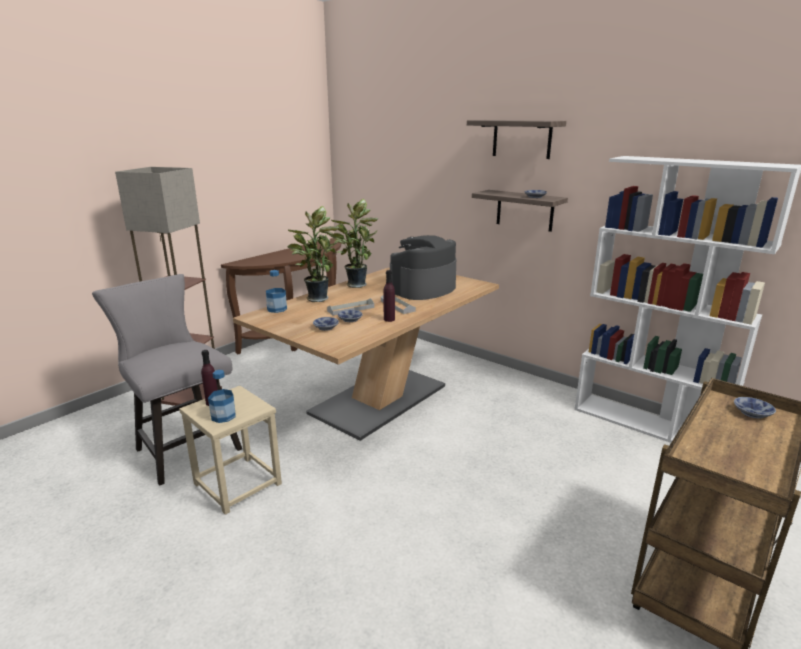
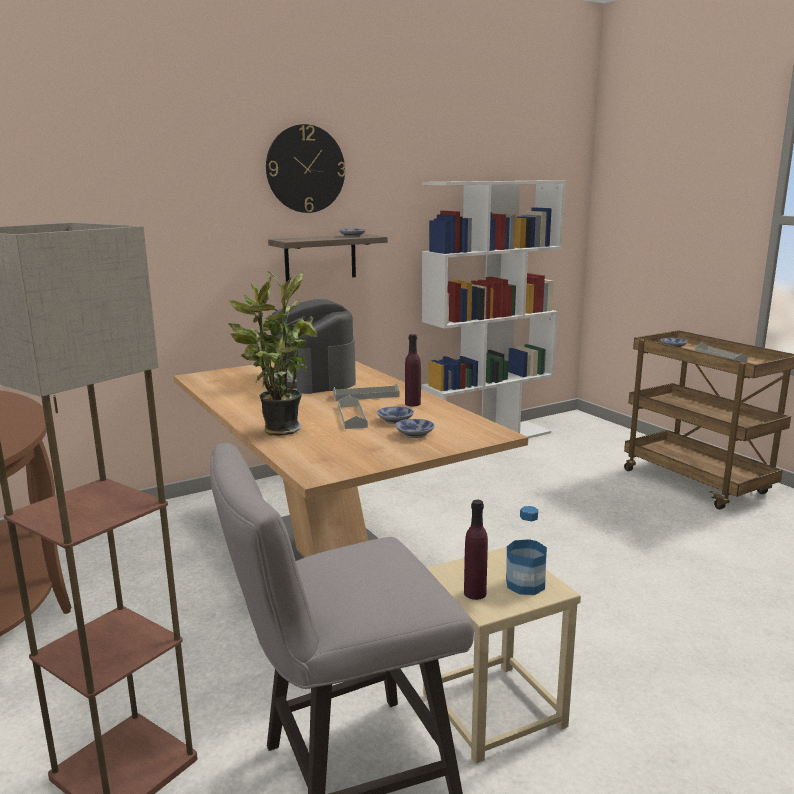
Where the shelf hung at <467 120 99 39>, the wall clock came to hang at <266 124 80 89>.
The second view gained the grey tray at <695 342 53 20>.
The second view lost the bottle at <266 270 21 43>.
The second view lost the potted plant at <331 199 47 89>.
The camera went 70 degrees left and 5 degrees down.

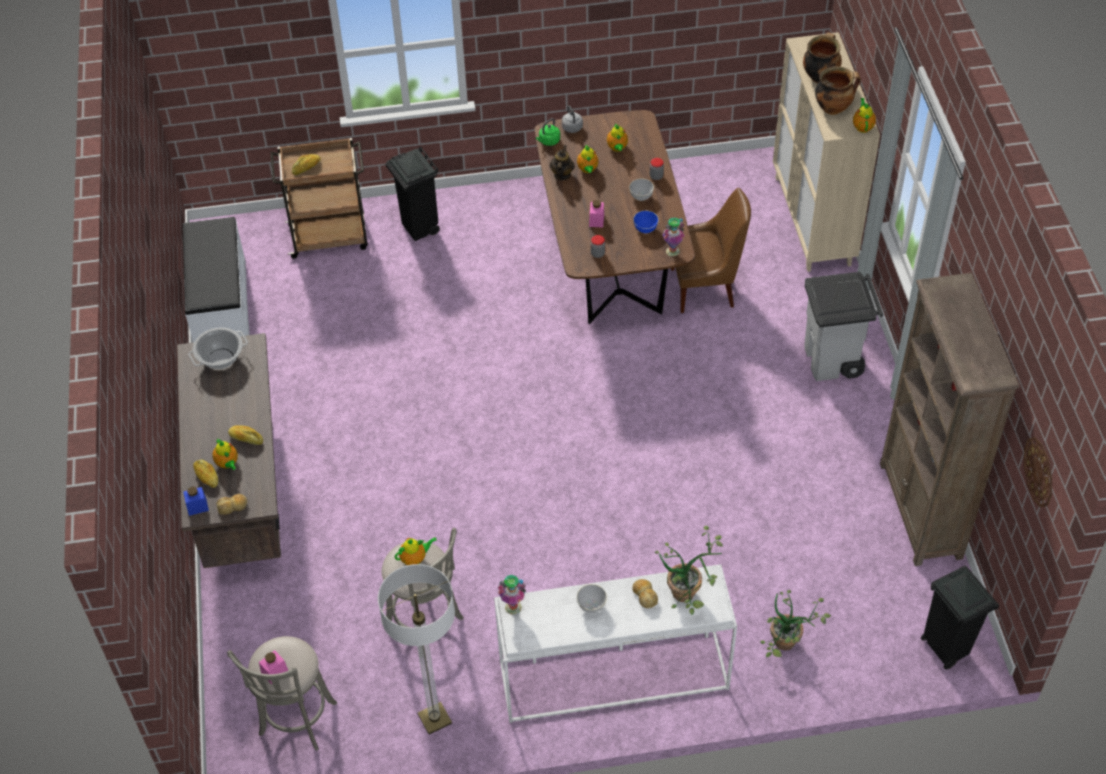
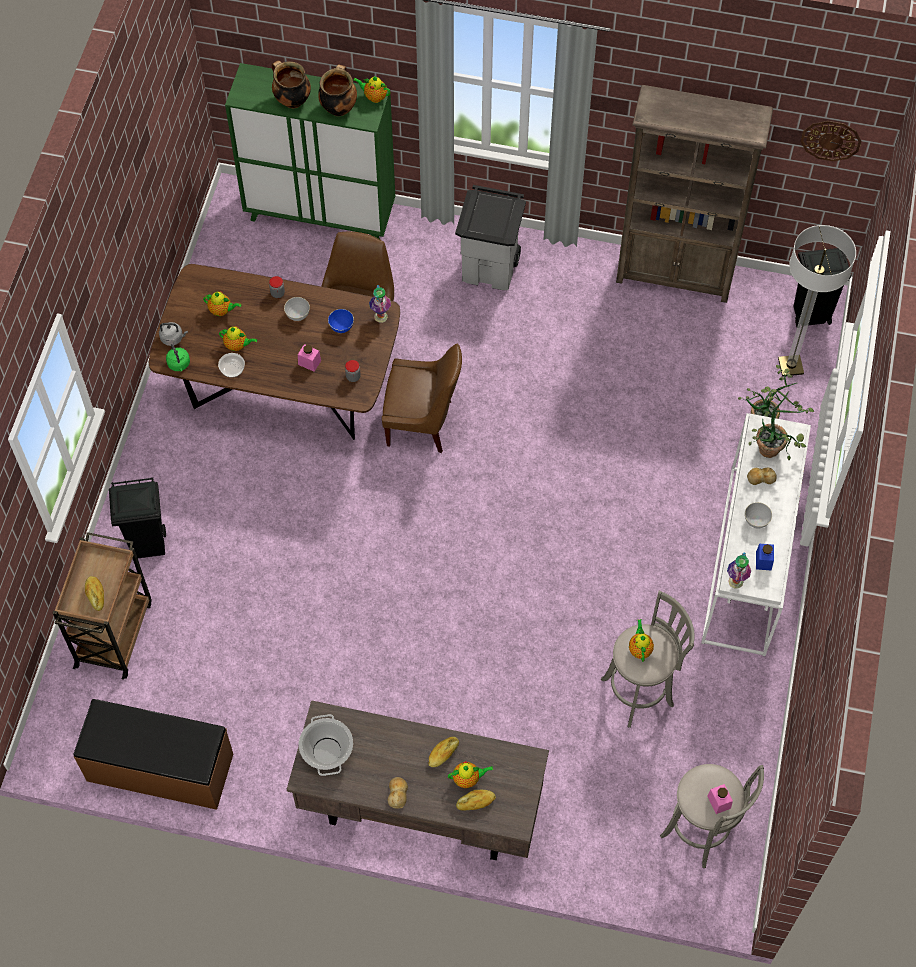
What was the white bench at <182 217 68 125> turned into the brown bench at <73 699 160 111>.
Where the teapot stood at <550 145 25 35>, the bowl came to stand at <218 353 27 25>.
What was the beige cabinet at <773 32 107 240> turned into the green cabinet at <225 63 170 176>.
The second view gained the brown chair at <382 344 80 109>.
The bread ended up elsewhere, having gone from <216 494 32 21> to <388 777 20 32>.
The blue jar ended up elsewhere, having gone from <183 487 26 29> to <756 544 18 27>.
The floor lamp ended up elsewhere, having gone from <378 564 77 170> to <778 225 78 152>.
The camera went 70 degrees left and 10 degrees up.

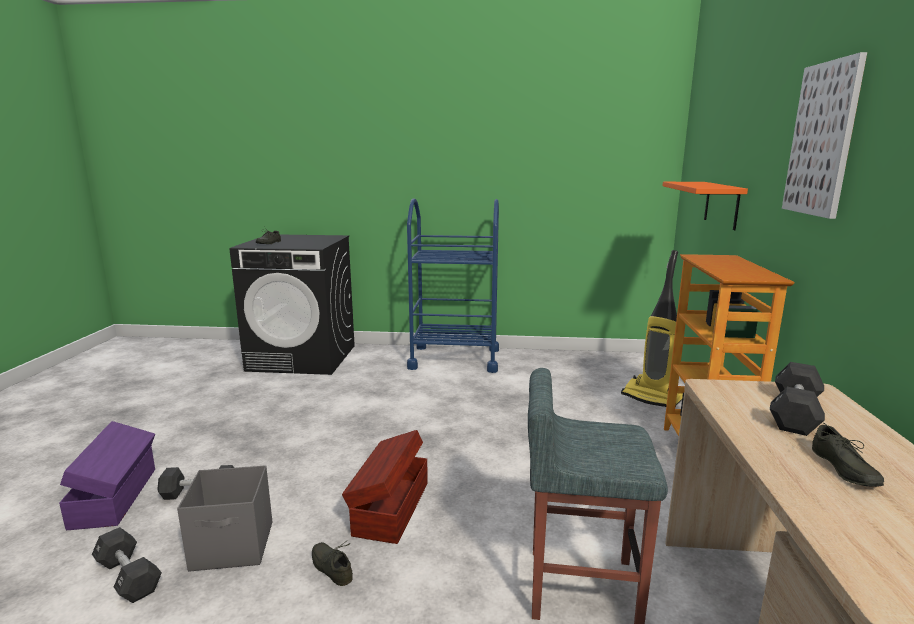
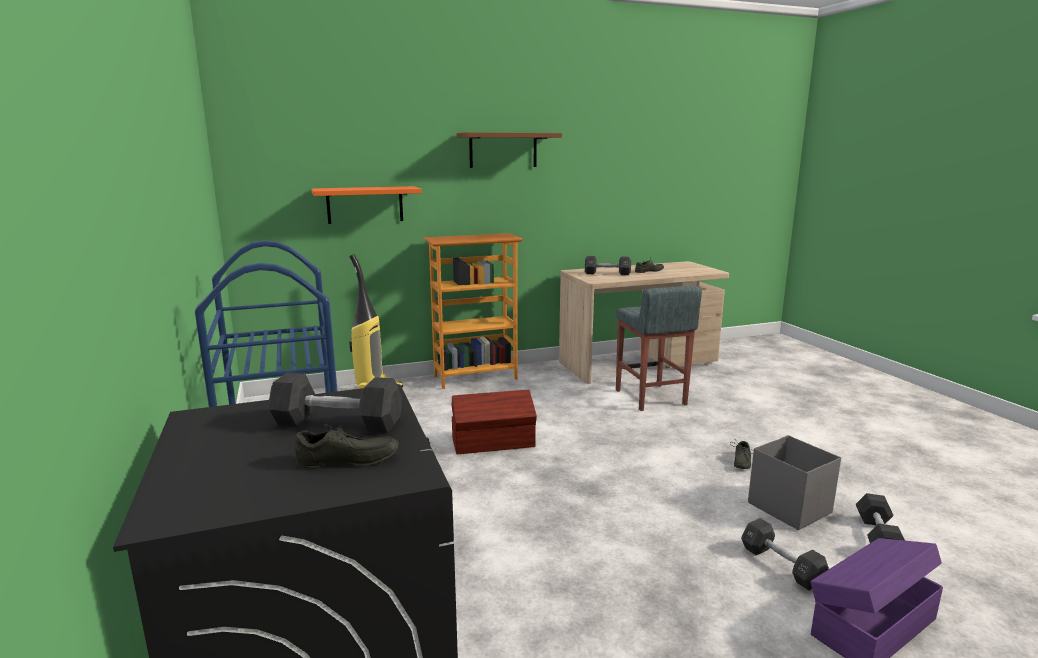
The second view gained the black dumbbell at <268 373 134 60>.
The brown storage box ended up elsewhere, having gone from <342 430 86 114> to <451 390 86 64>.
Where the picture hung at <782 52 85 167>, the brown shelf came to hang at <457 132 105 36>.
The camera went 115 degrees left and 0 degrees up.

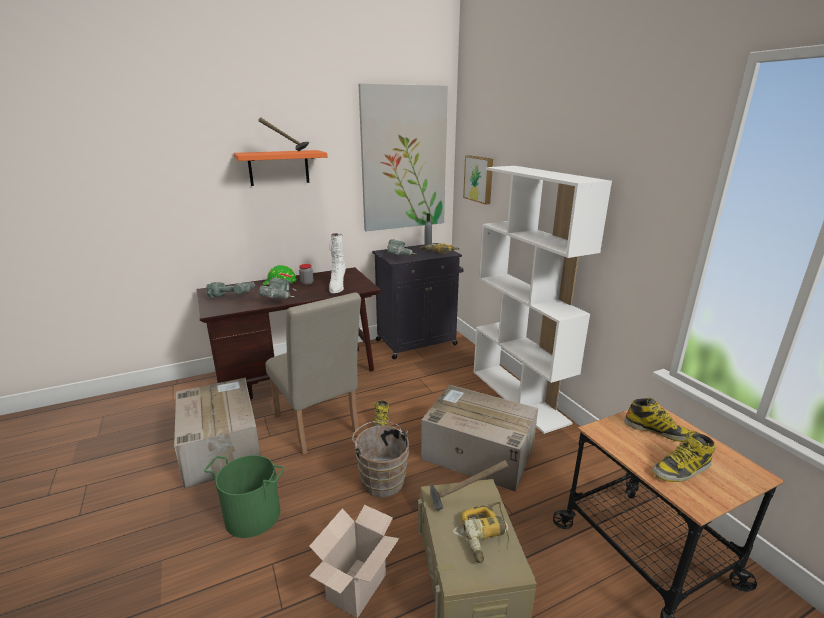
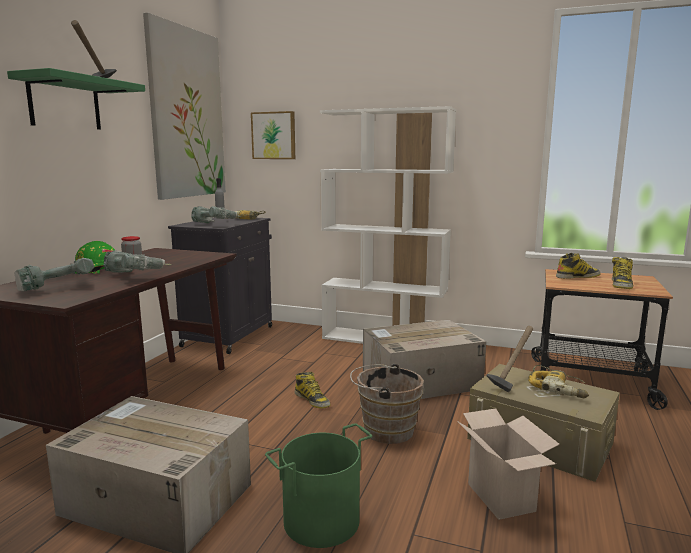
What was the orange shelf at <234 150 93 36> turned into the green shelf at <7 68 138 61>.
The second view lost the beige chair at <265 292 96 163>.
The second view lost the white boot at <329 233 17 61>.
The camera went 45 degrees left and 10 degrees down.

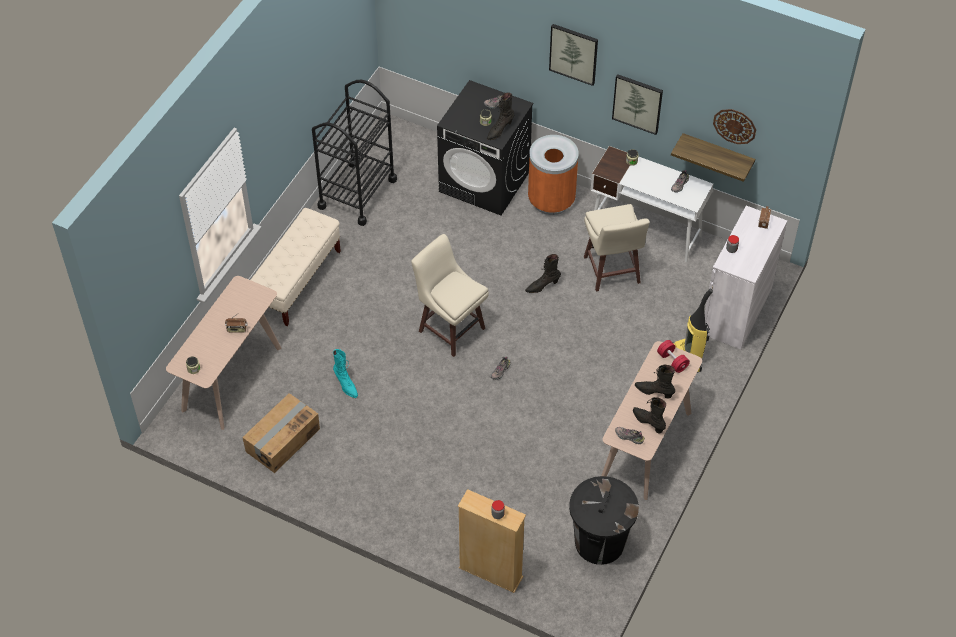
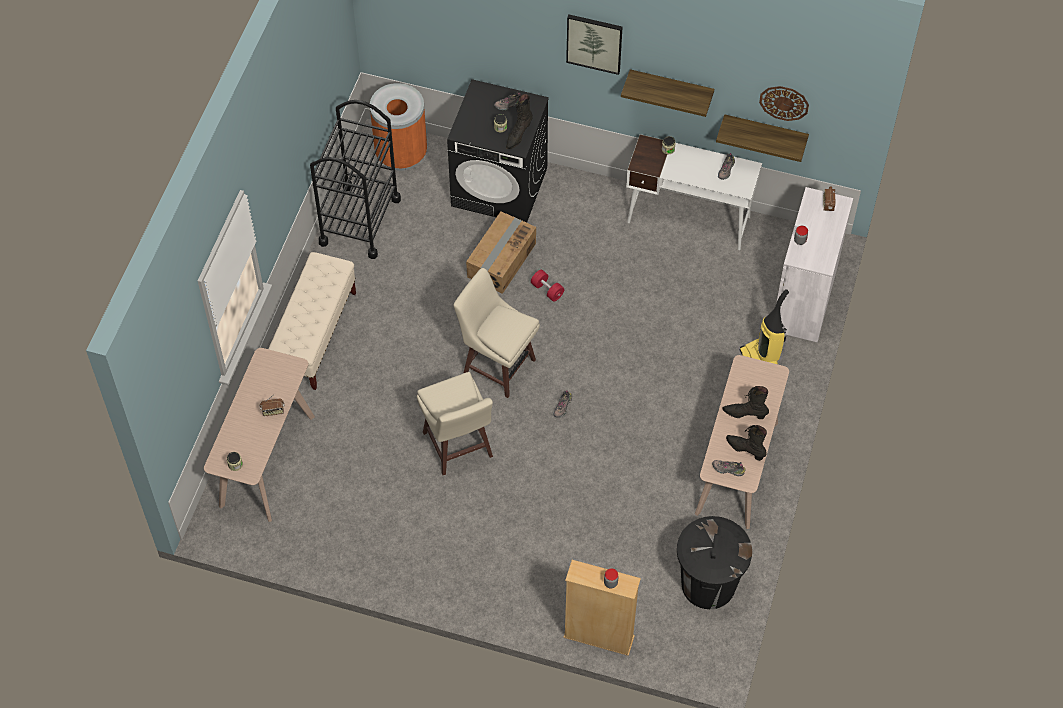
The orange trash can ended up elsewhere, having gone from <528 135 51 80> to <370 83 57 88>.
The beige stool ended up elsewhere, having gone from <584 204 66 87> to <417 372 76 103>.
The cardboard box ended up elsewhere, having gone from <242 393 78 80> to <466 212 70 82>.
The red dumbbell ended up elsewhere, having gone from <657 340 33 33> to <531 270 34 32>.
Where the picture hung at <612 74 51 61>, the shelf came to hang at <621 69 93 48>.
The second view lost the turquoise boot at <333 349 25 49>.
The second view lost the black boot at <525 254 36 39>.
The camera went 10 degrees left and 5 degrees up.

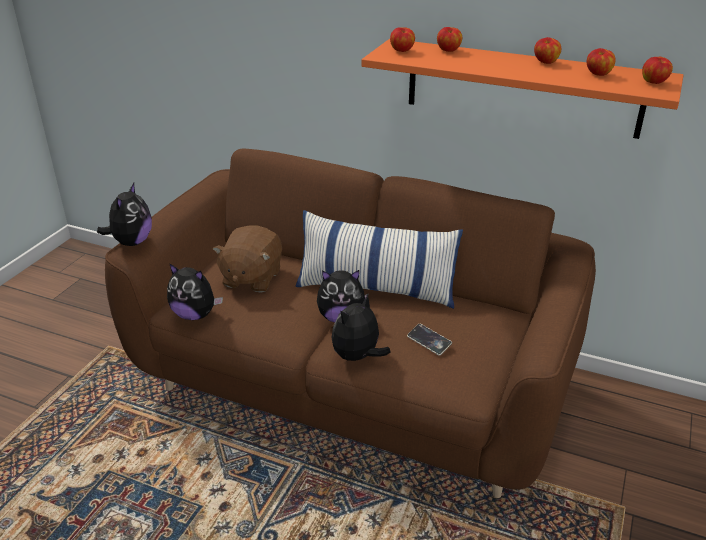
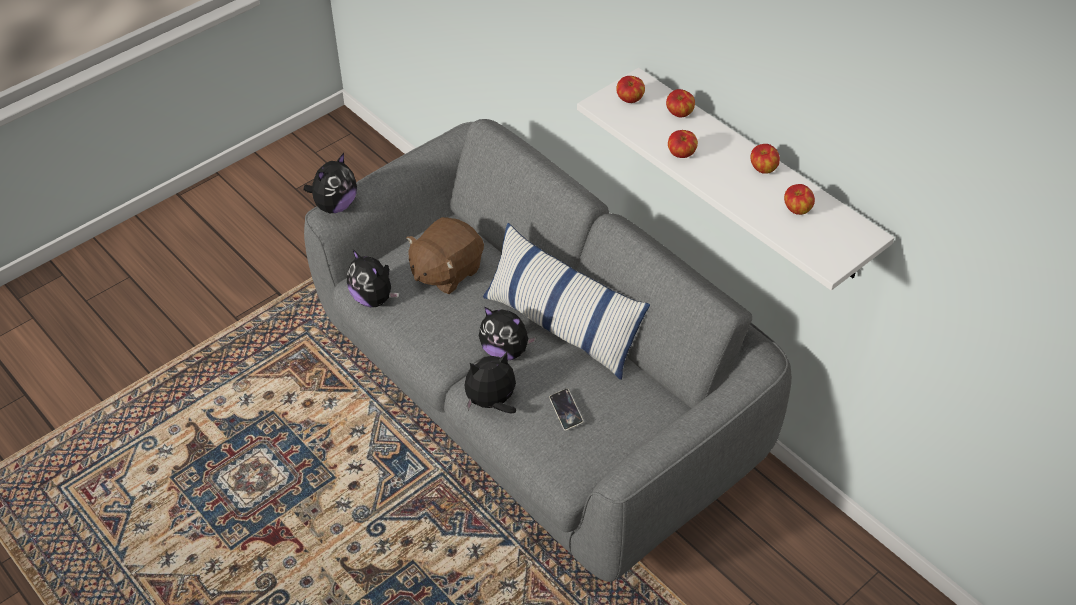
What was the brown sofa at <105 149 491 349> turned into the grey sofa at <304 119 488 463>.
What was the orange shelf at <361 39 323 100> turned into the white shelf at <577 68 317 222>.
The apple ended up elsewhere, having gone from <642 57 31 27> to <668 130 30 28>.
The camera went 25 degrees right and 15 degrees up.

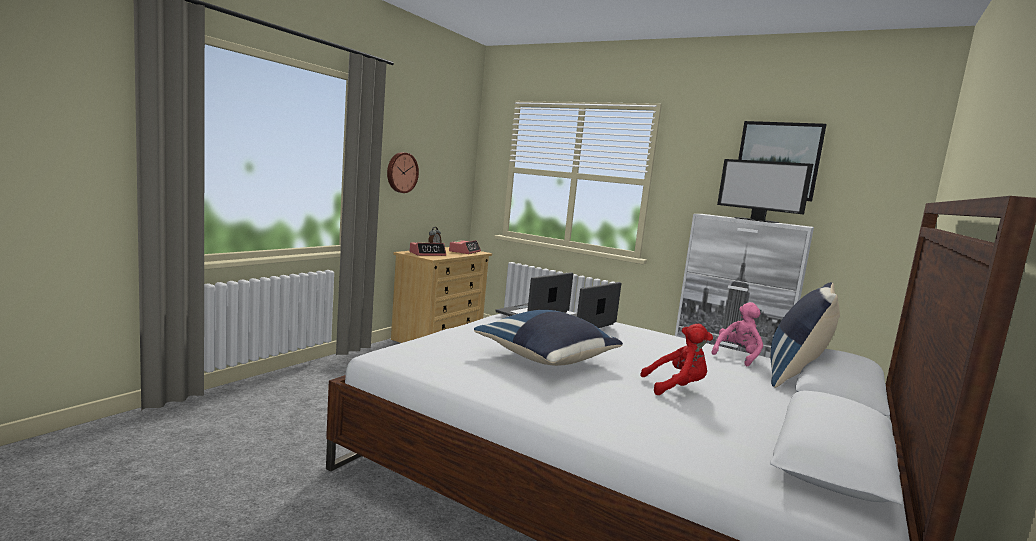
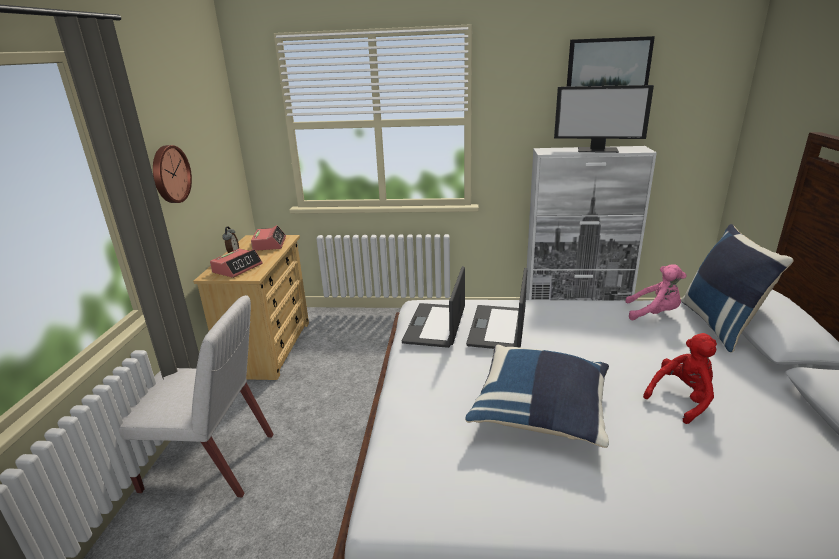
The second view gained the white chair at <119 295 155 203>.
The pink plush toy at <711 302 52 64> ended up facing another way, 90 degrees clockwise from before.
The camera went 25 degrees left and 15 degrees up.

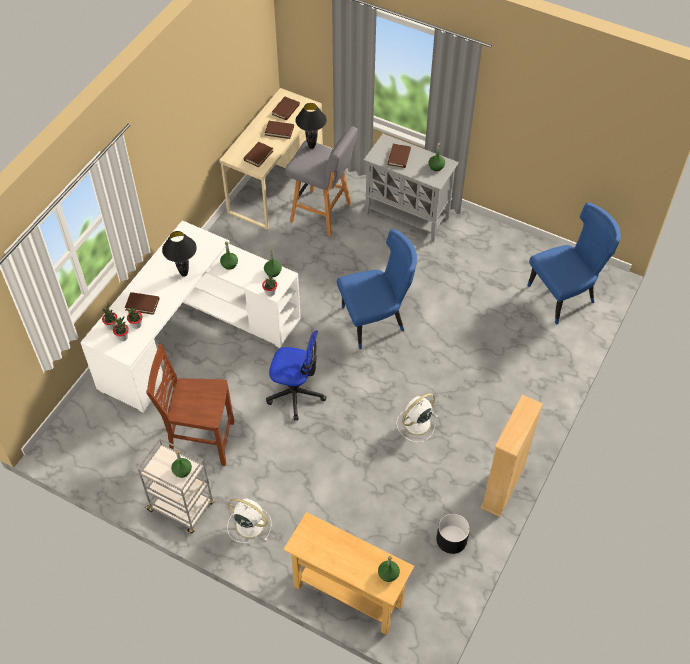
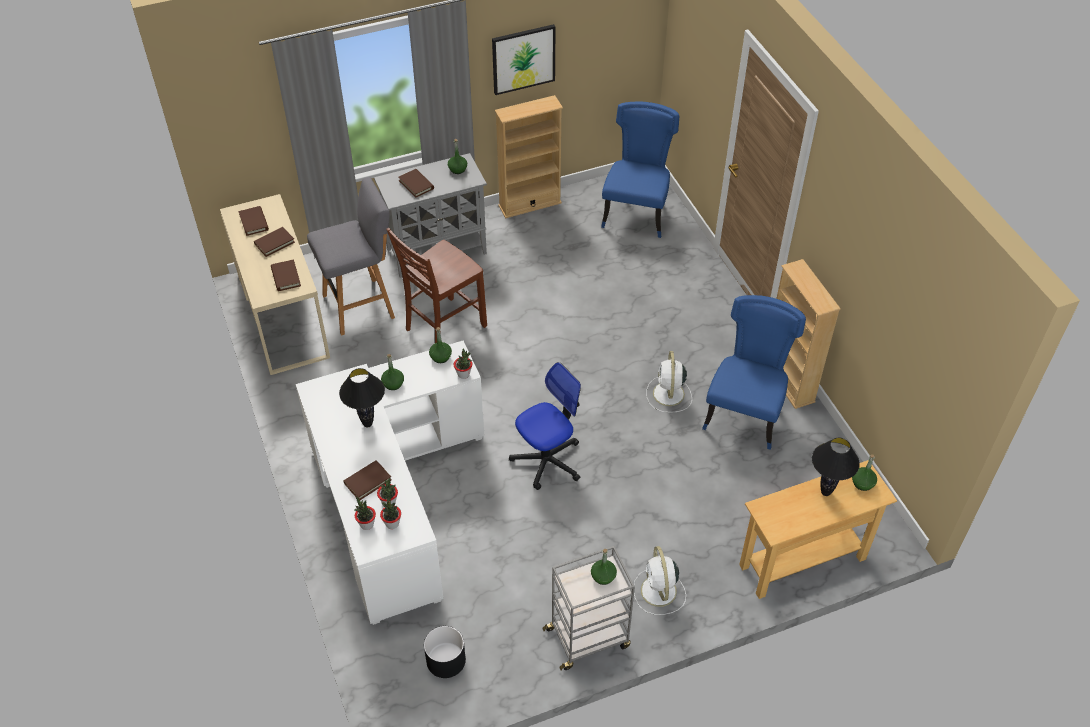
The brown chair ended up elsewhere, having gone from <146 344 88 122> to <386 228 101 115>.
The black planter ended up elsewhere, having gone from <436 513 34 41> to <424 626 42 52>.
The second view gained the picture at <492 24 63 71>.
The second view gained the beige bookcase at <495 95 68 123>.
The white fan at <227 498 45 45> ended up facing another way, 75 degrees counterclockwise from before.
The blue chair ended up elsewhere, having gone from <337 229 80 120> to <702 295 104 155>.
The black table lamp ended up elsewhere, having gone from <296 103 31 46> to <812 438 48 58>.
The camera went 50 degrees left and 5 degrees down.

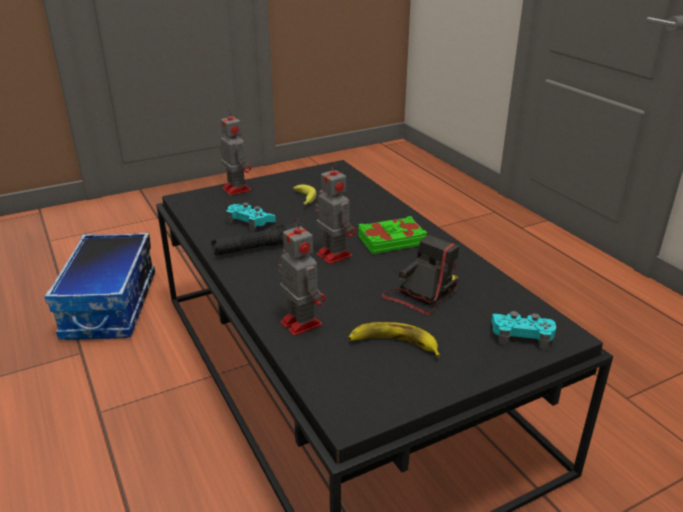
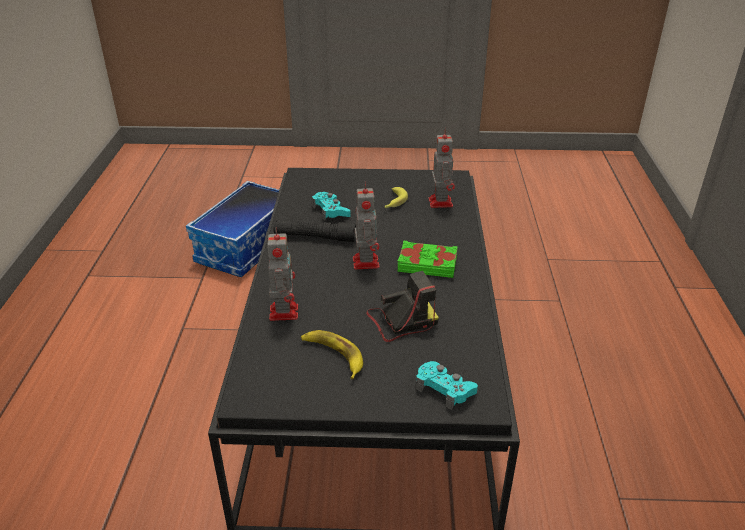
The toy robot ended up elsewhere, having gone from <220 109 31 87> to <429 128 26 80>.
The camera went 30 degrees right and 5 degrees up.

